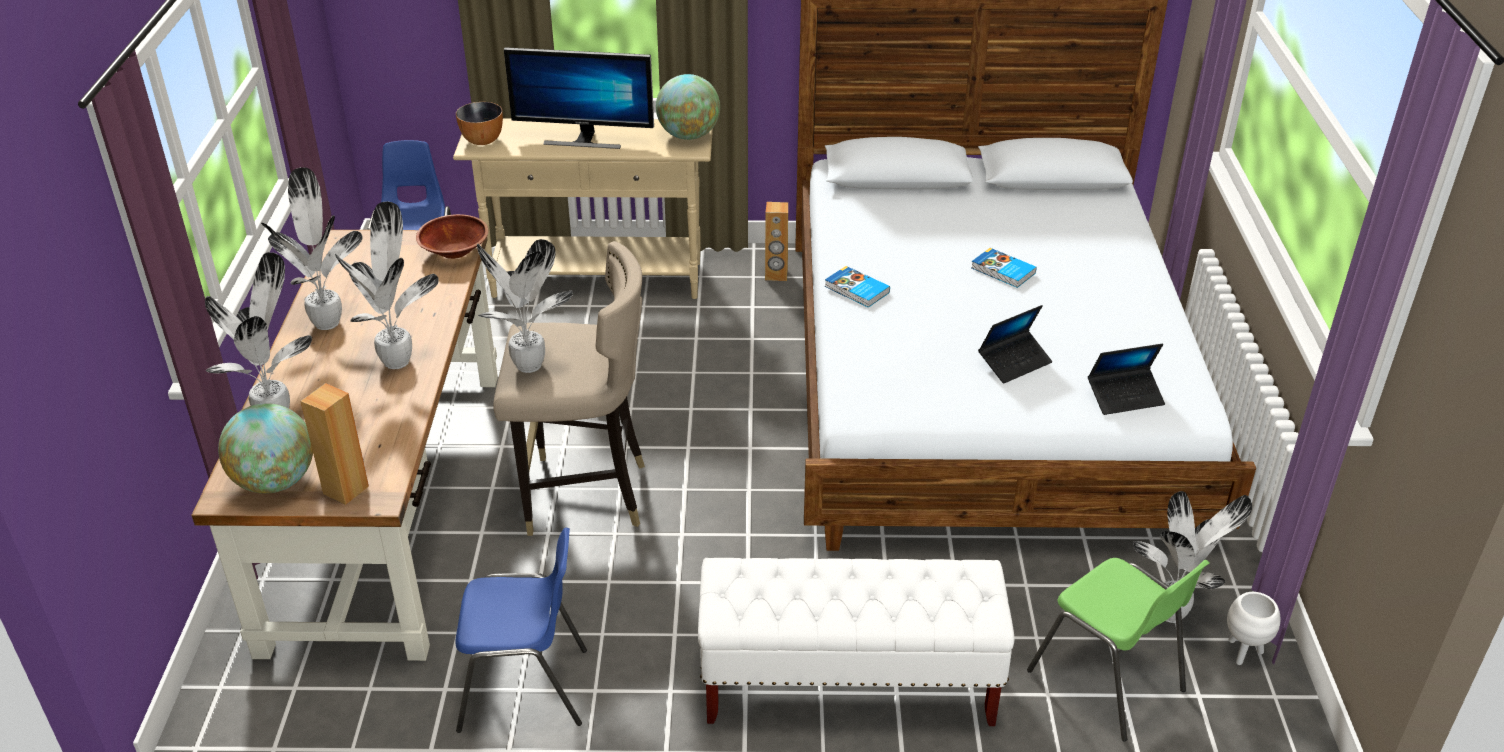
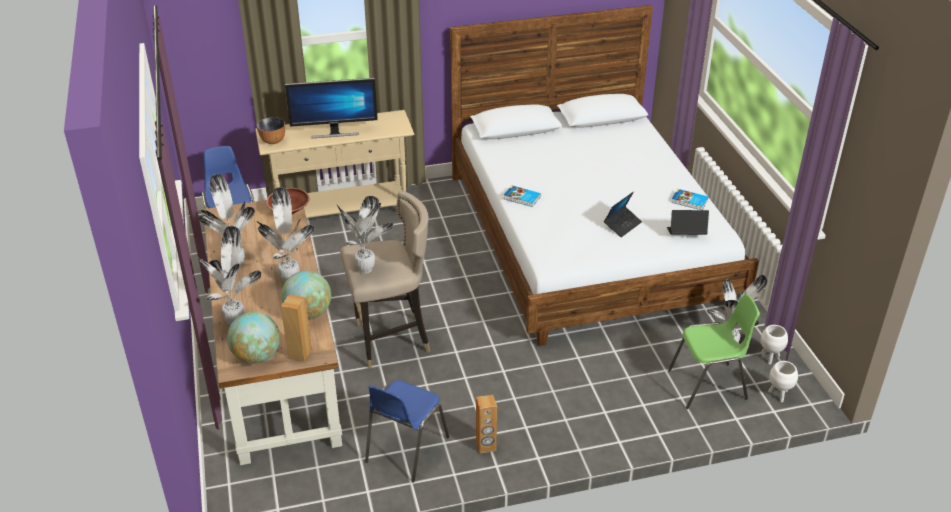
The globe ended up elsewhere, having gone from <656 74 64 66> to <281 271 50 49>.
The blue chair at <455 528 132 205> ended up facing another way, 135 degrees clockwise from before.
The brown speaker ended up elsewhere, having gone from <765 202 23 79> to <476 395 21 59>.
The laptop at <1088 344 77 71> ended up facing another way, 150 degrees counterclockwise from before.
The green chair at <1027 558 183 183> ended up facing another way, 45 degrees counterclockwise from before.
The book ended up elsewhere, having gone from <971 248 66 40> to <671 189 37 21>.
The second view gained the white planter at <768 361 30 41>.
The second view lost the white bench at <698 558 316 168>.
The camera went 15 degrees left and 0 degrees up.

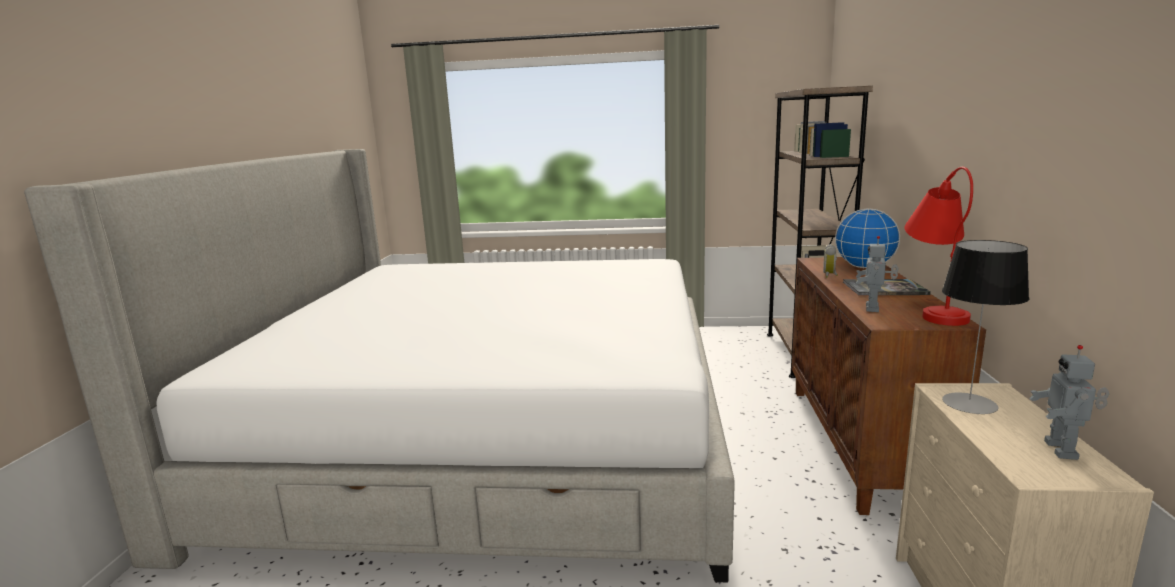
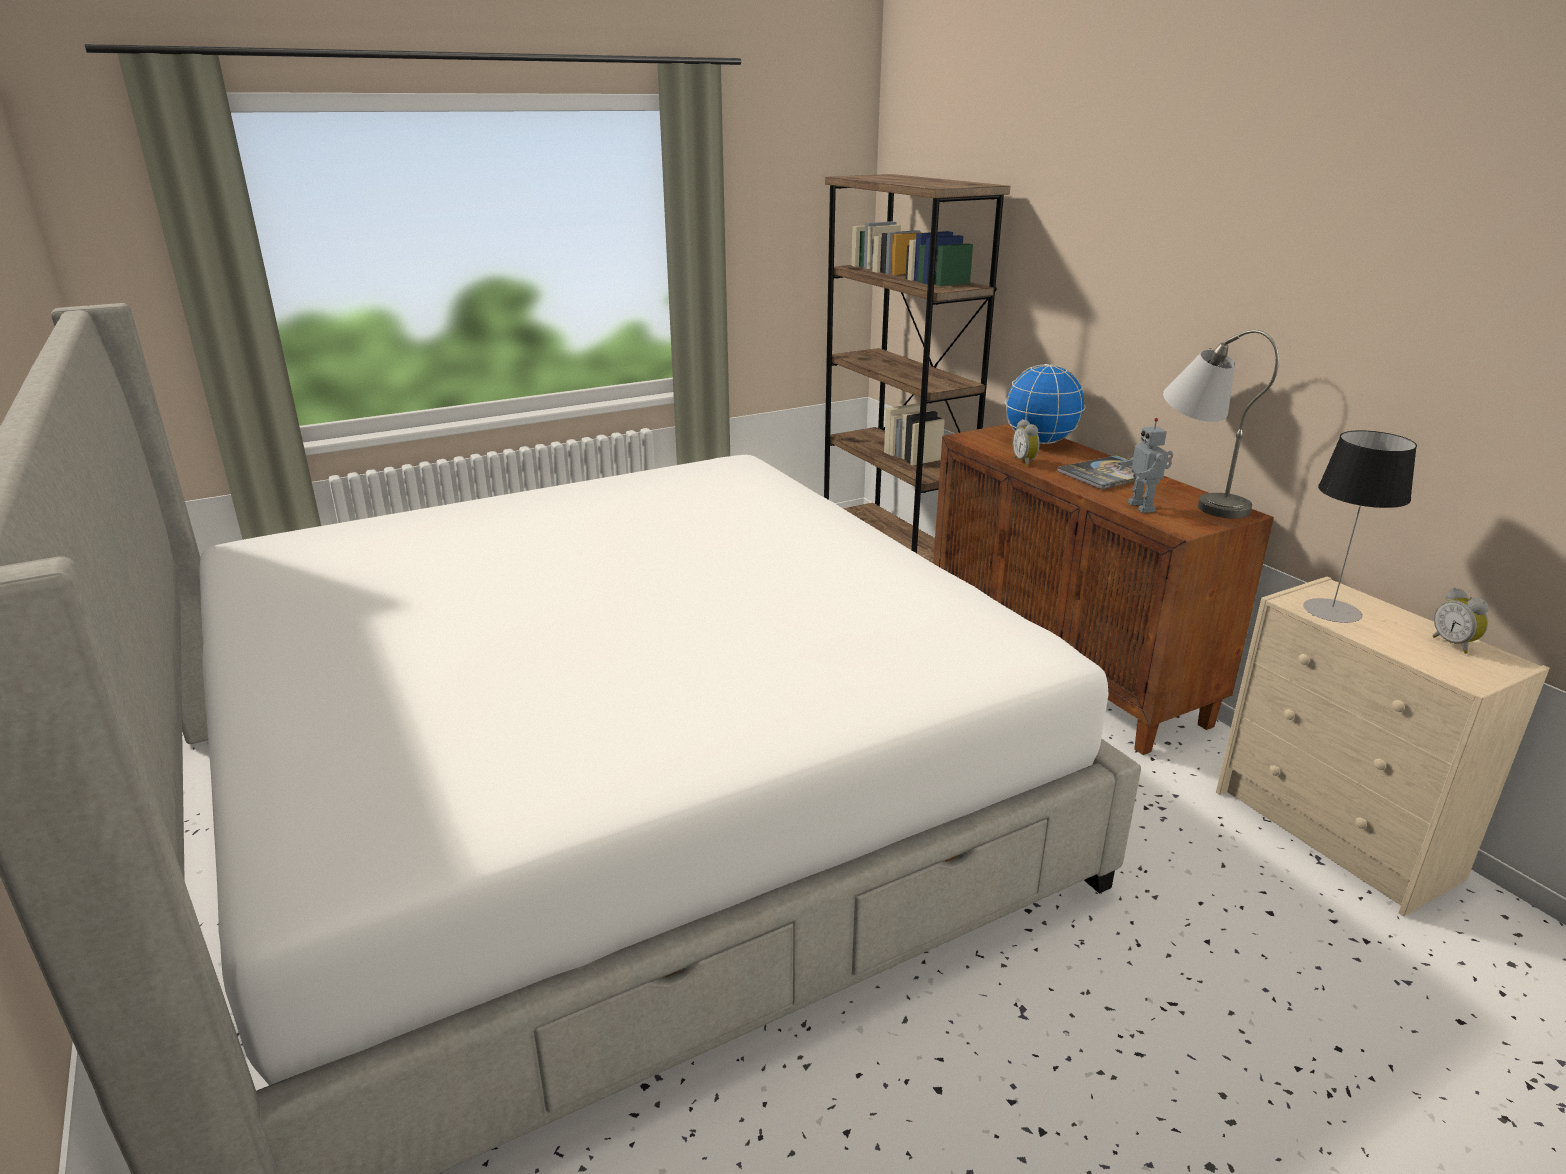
What was the red table lamp at <904 167 69 159> turned into the grey table lamp at <1163 330 116 188>.
Where the toy robot stood at <1029 345 80 115>, the alarm clock came to stand at <1433 588 56 66>.
The camera went 35 degrees left and 10 degrees up.

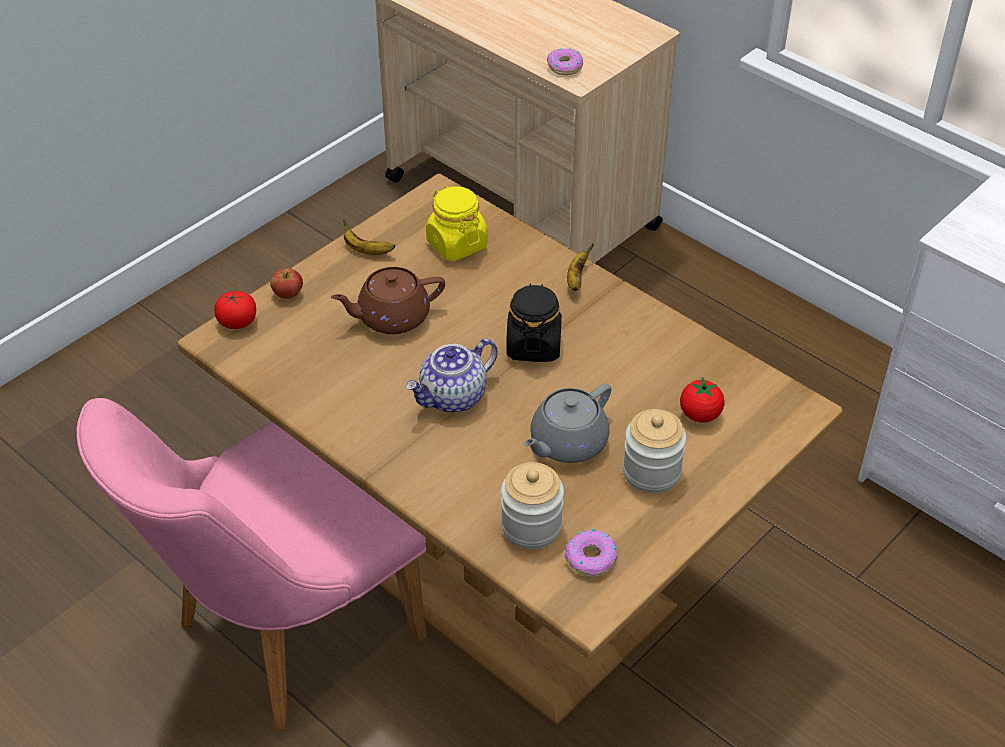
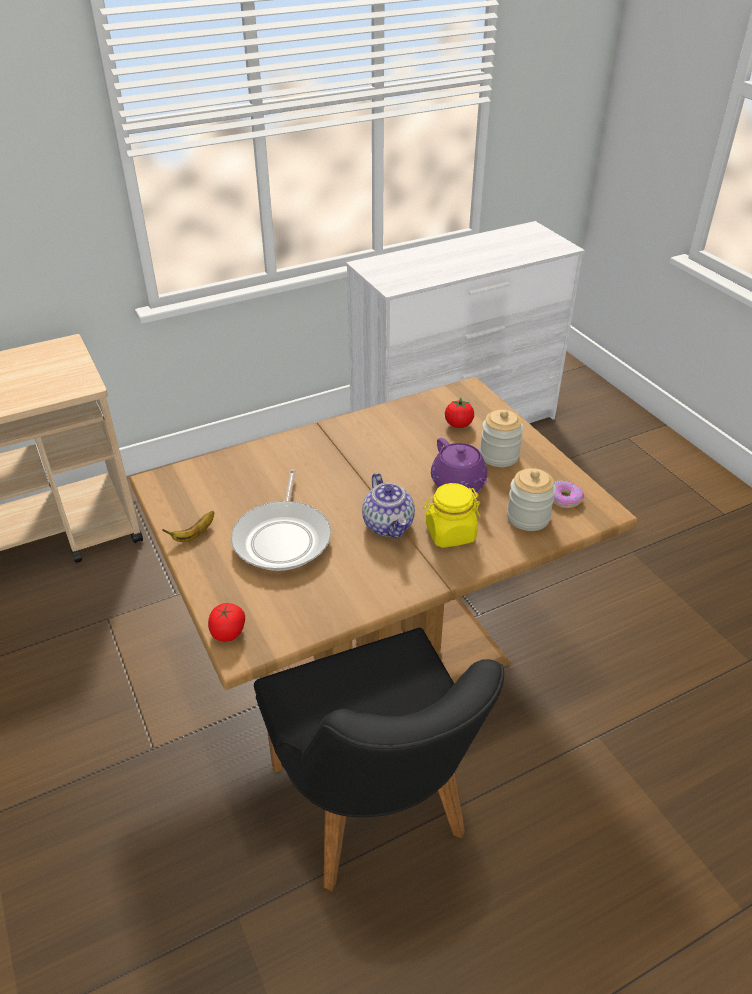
Where the brown teapot stood at <331 267 114 67>, the frying pan came to stand at <231 469 100 102>.
What was the pink chair at <76 398 351 332> turned into the black chair at <254 628 250 263>.
The yellow jar ended up elsewhere, having gone from <426 186 62 75> to <423 483 57 65>.
What was the grey teapot at <523 384 88 79> turned into the purple teapot at <431 438 56 55>.
The second view lost the apple at <270 268 33 31>.
The second view lost the black jar at <506 283 56 79>.
The second view lost the donut at <547 48 36 27>.
The second view lost the banana at <567 244 27 47>.
The camera went 70 degrees left and 5 degrees down.

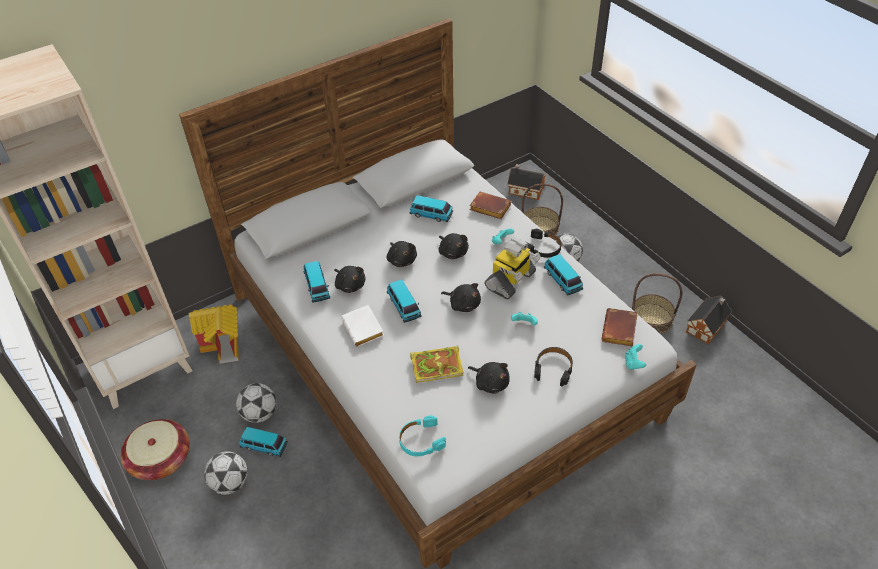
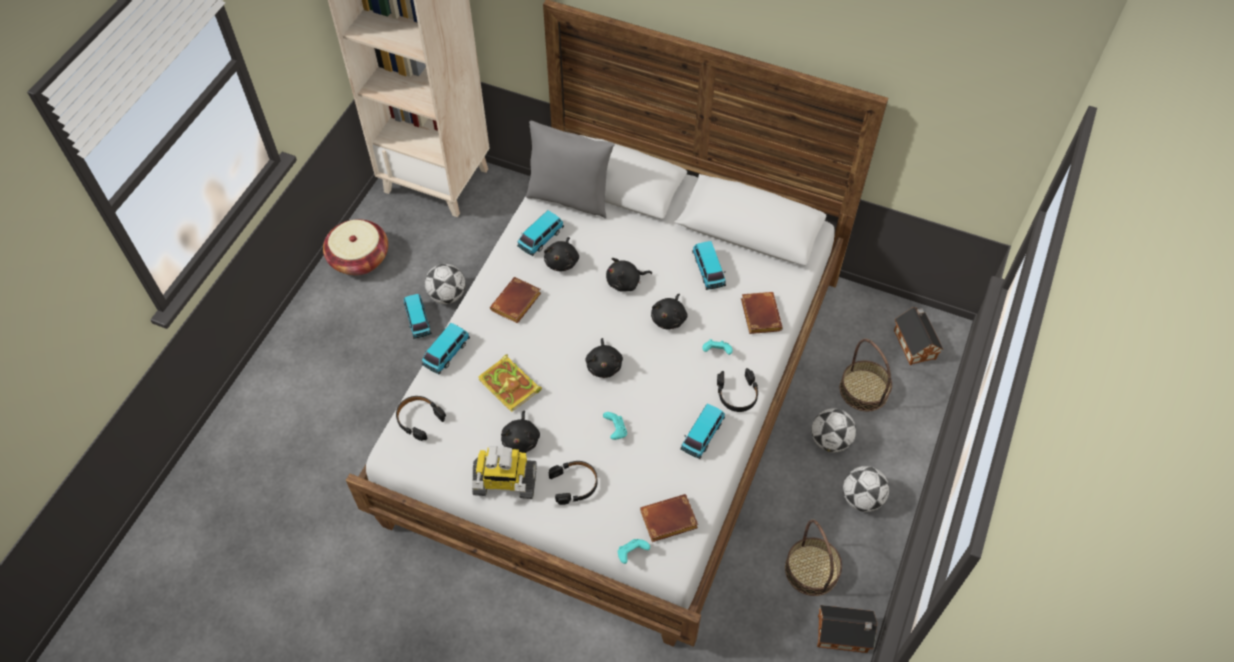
What was the turquoise headphones at <399 415 47 41> turned into the black headphones at <396 396 50 45>.
The toy car ended up elsewhere, having gone from <387 280 35 43> to <422 323 48 51>.
The toy robot ended up elsewhere, having gone from <484 237 57 63> to <472 446 65 53>.
What was the white book at <341 305 43 42> turned into the brown book at <490 277 51 47>.
The second view gained the grey pillow at <526 121 89 98>.
The black plush toy at <387 241 30 26> ended up facing another way, 45 degrees clockwise from before.
The football ended up elsewhere, having gone from <204 451 44 44> to <843 466 46 46>.
The second view lost the toy house at <189 304 50 60>.
The camera went 55 degrees right and 10 degrees up.

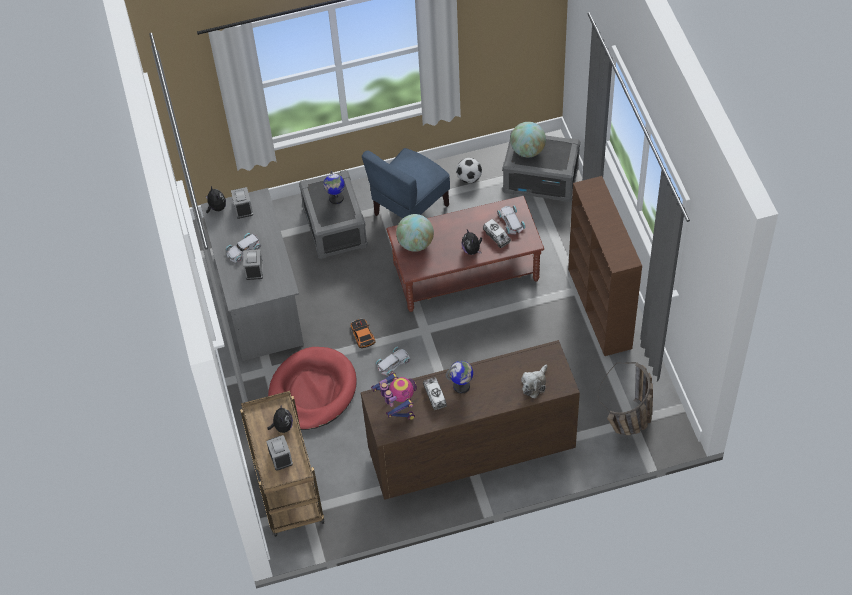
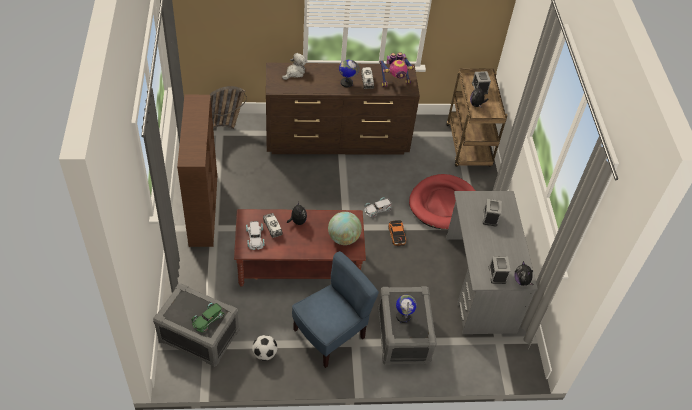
Where the globe stood at <510 122 36 35>, the green toy car came to stand at <191 303 33 30>.
The toy robot at <371 372 46 48> ended up facing another way, 90 degrees counterclockwise from before.
The second view lost the white toy car at <226 233 35 30>.
The camera went 175 degrees left and 5 degrees down.

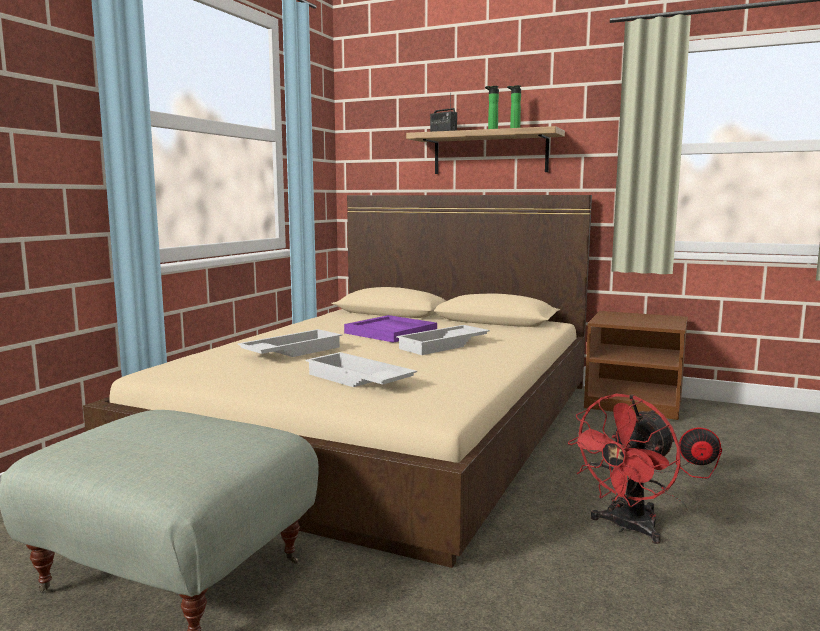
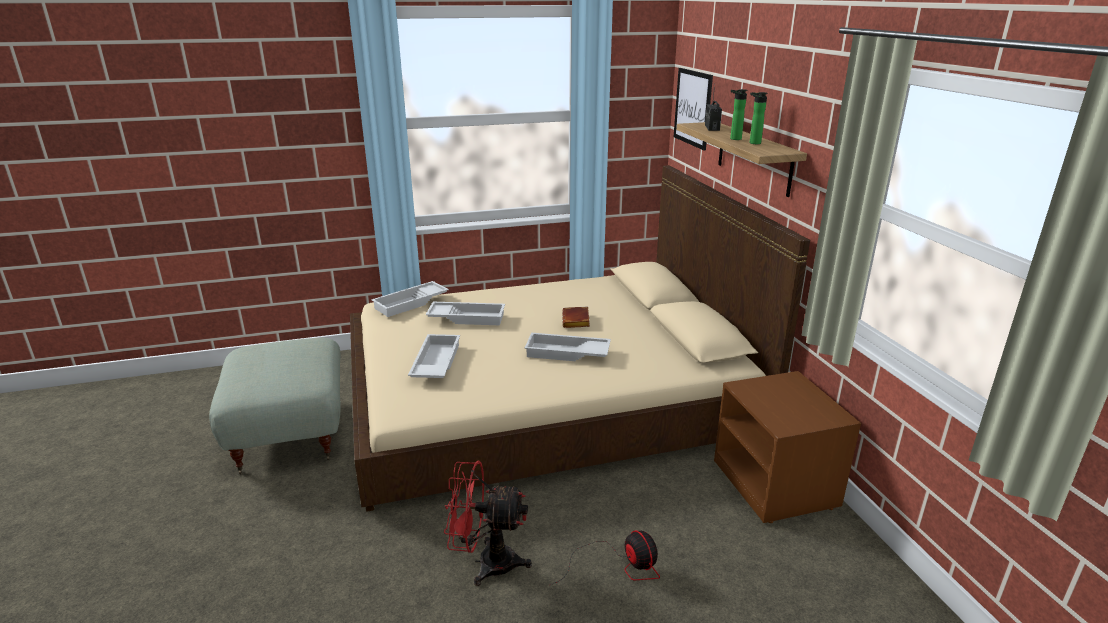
The second view gained the white tray at <371 281 78 36>.
Where the purple tray stood at <344 315 93 28>, the brown book came to stand at <562 306 28 22>.
The second view gained the picture at <674 68 39 82>.
The camera went 50 degrees right and 15 degrees up.

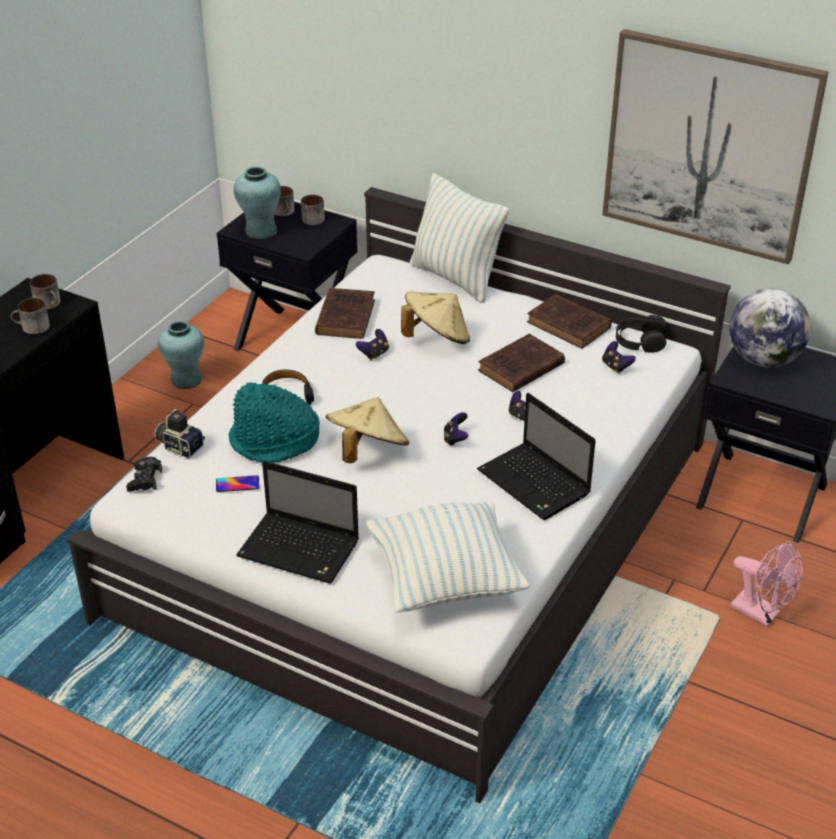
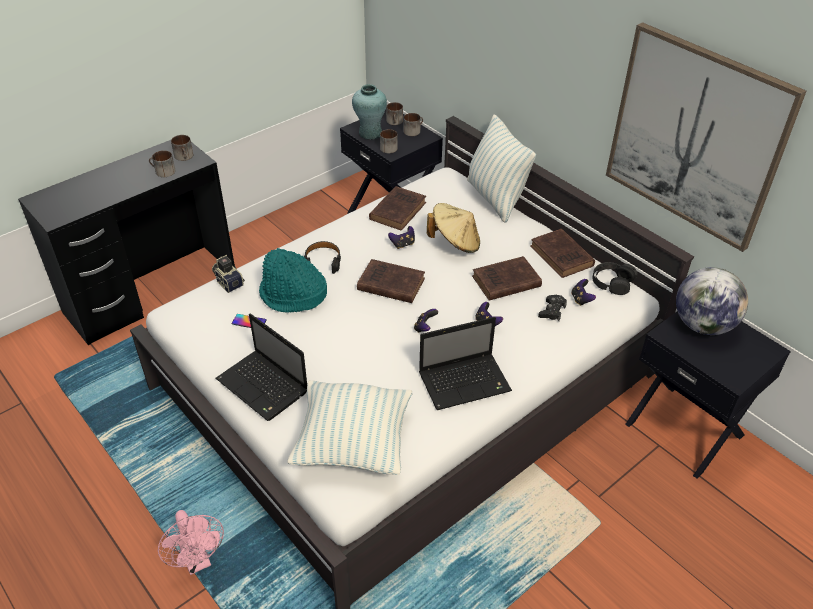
The pink fan ended up elsewhere, having gone from <731 541 72 86> to <158 510 66 65>.
The second view gained the brown book at <357 259 68 44>.
The second view gained the mug at <380 129 18 24>.
The laptop at <477 393 119 127> ended up facing another way, 90 degrees counterclockwise from before.
The black game controller ended up elsewhere, having gone from <126 457 36 35> to <538 295 29 26>.
The second view lost the turquoise vase at <158 321 46 68>.
The second view lost the beige hat at <326 397 83 66>.
The camera went 20 degrees right and 5 degrees up.

